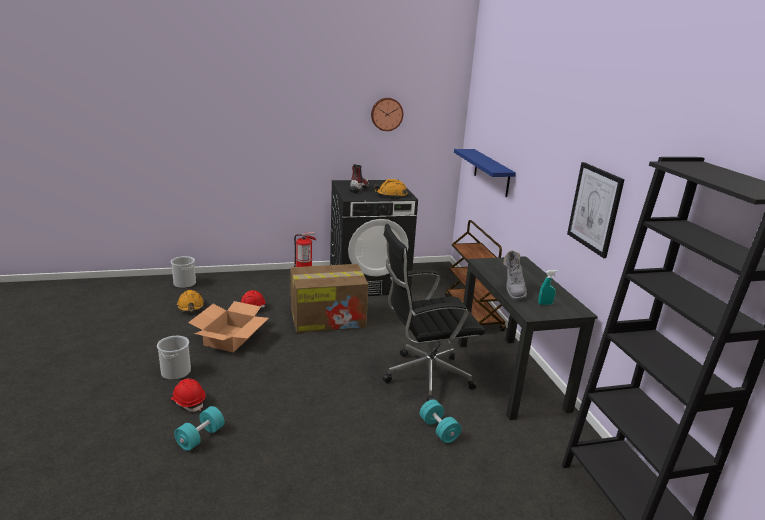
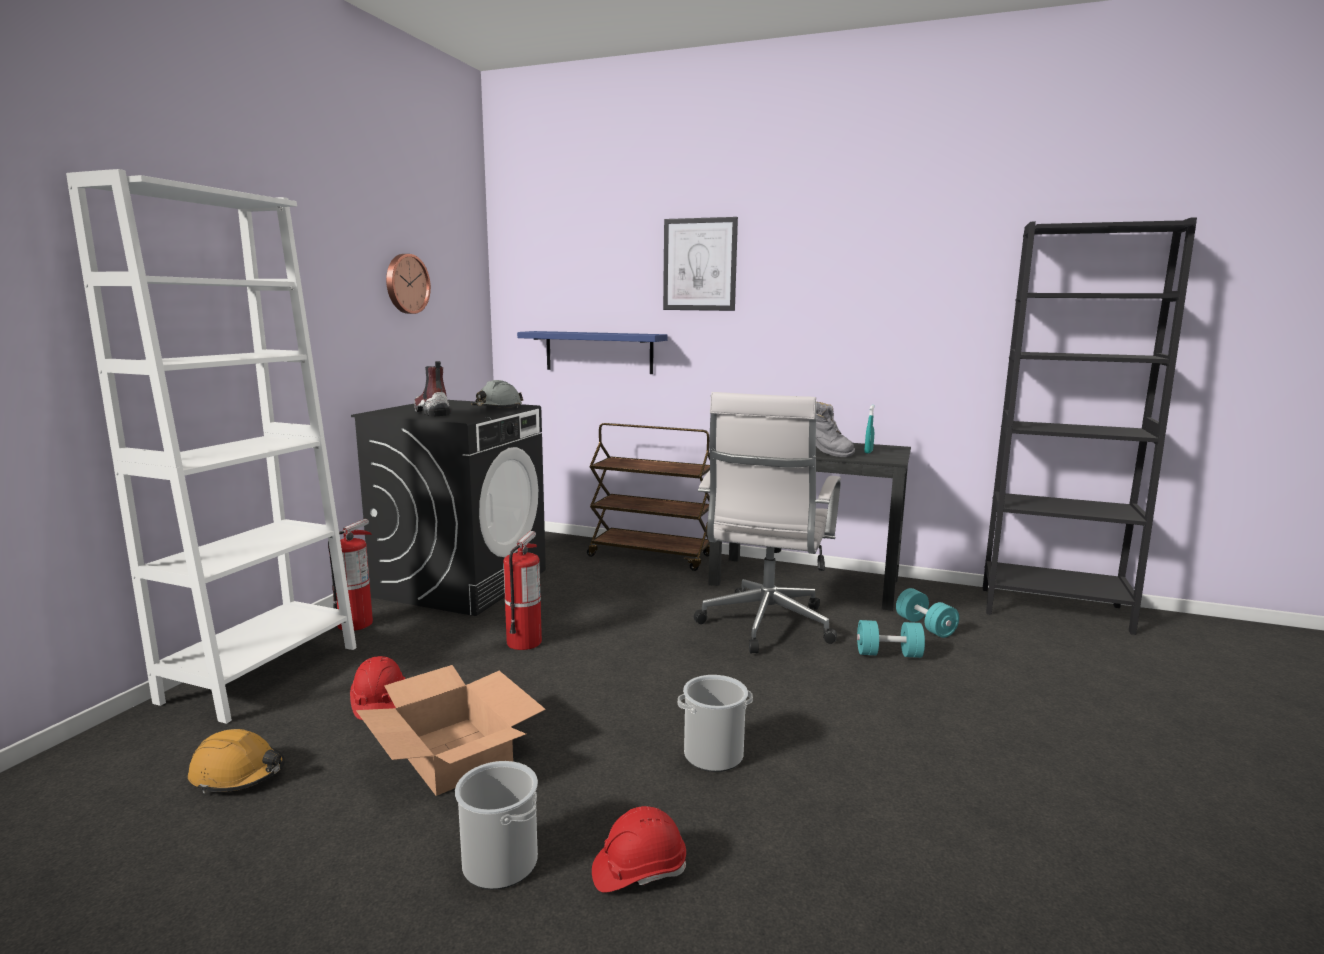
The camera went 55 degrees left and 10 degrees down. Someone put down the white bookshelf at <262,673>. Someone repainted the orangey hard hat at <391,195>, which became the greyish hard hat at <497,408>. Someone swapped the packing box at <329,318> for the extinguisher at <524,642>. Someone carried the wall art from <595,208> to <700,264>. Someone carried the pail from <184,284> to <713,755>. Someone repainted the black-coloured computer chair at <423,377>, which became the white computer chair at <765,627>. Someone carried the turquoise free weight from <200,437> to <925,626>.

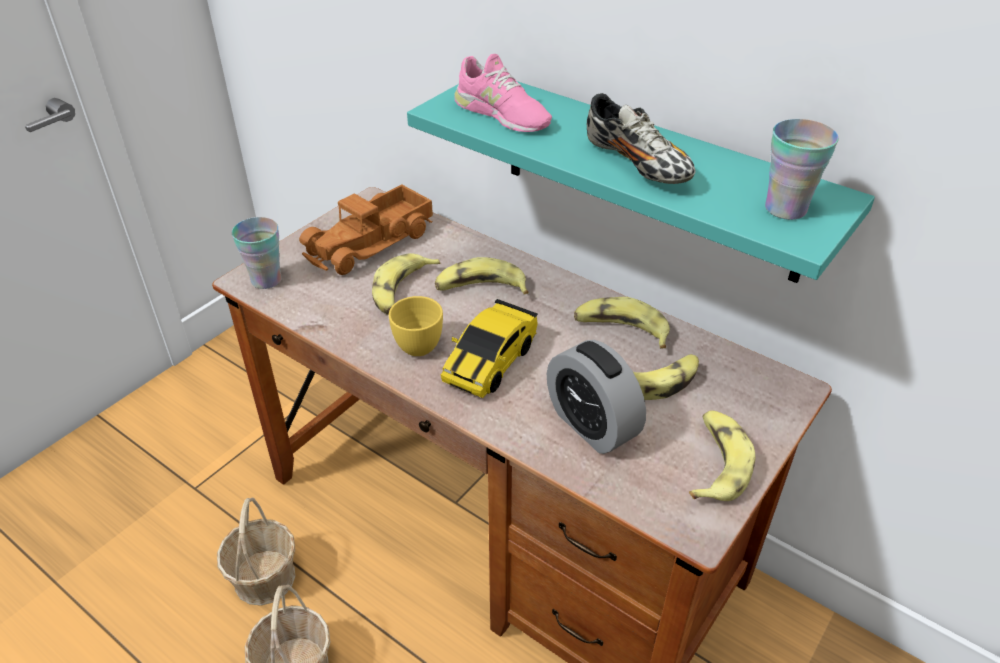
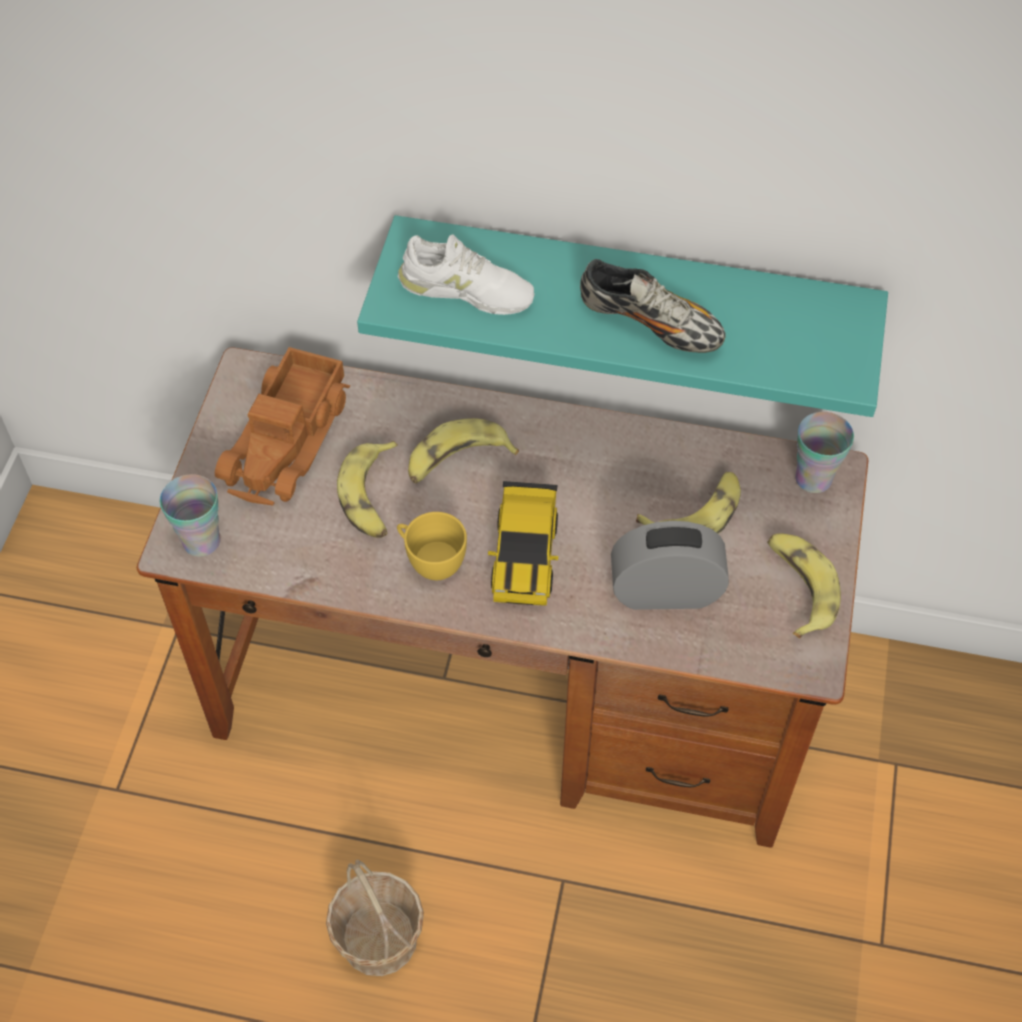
The camera went 25 degrees left and 15 degrees up. Someone repainted the pink-coloured item of footwear at <501,114>, which became the white item of footwear at <466,290>. Someone rotated the alarm clock at <591,425> by 150 degrees clockwise. Someone carried the cup from <785,209> to <813,478>. Someone took away the household basket at <265,578>. Someone took away the whole banana at <620,330>.

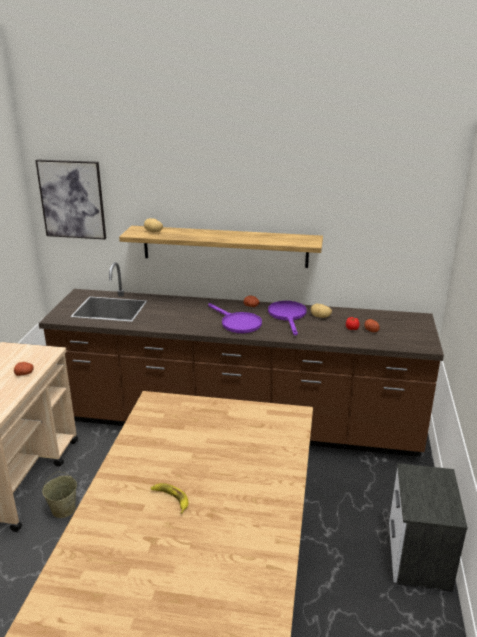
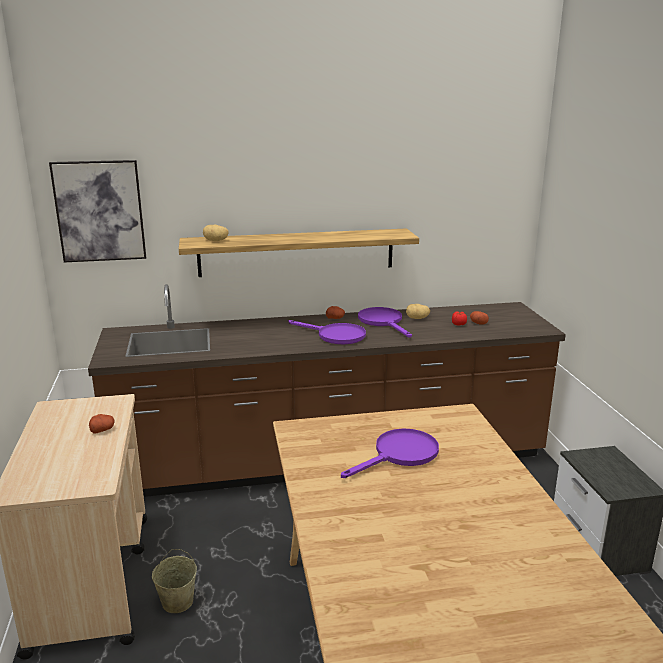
The camera went 20 degrees left and 5 degrees down. Someone put down the purple skillet at <400,455>. Someone took away the whole banana at <170,499>.

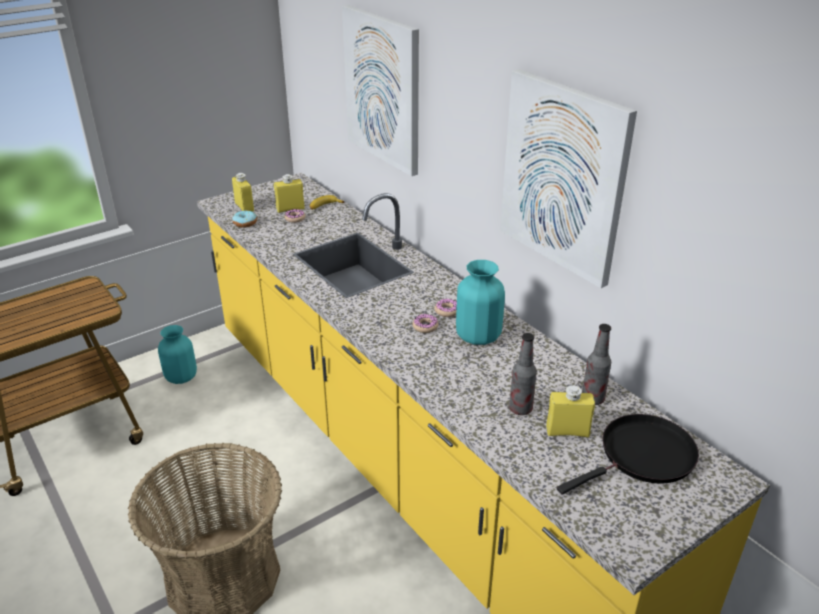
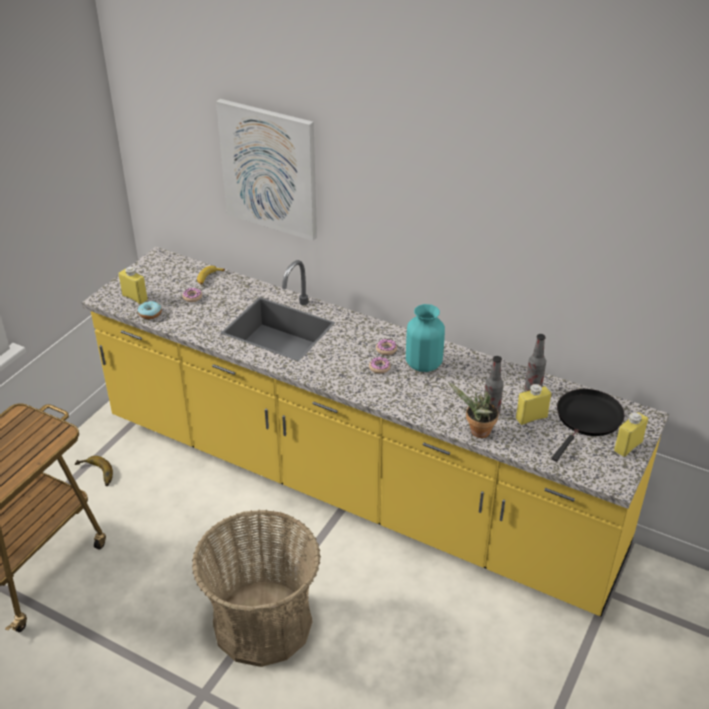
The camera went 25 degrees left and 5 degrees up. Someone swapped the turquoise decorative vase at <181,377> for the whole banana at <94,474>. Someone put down the houseplant at <477,432>. Someone carried the yellow-coloured beverage bottle from <290,209> to <628,446>. Someone took away the wall art at <563,176>.

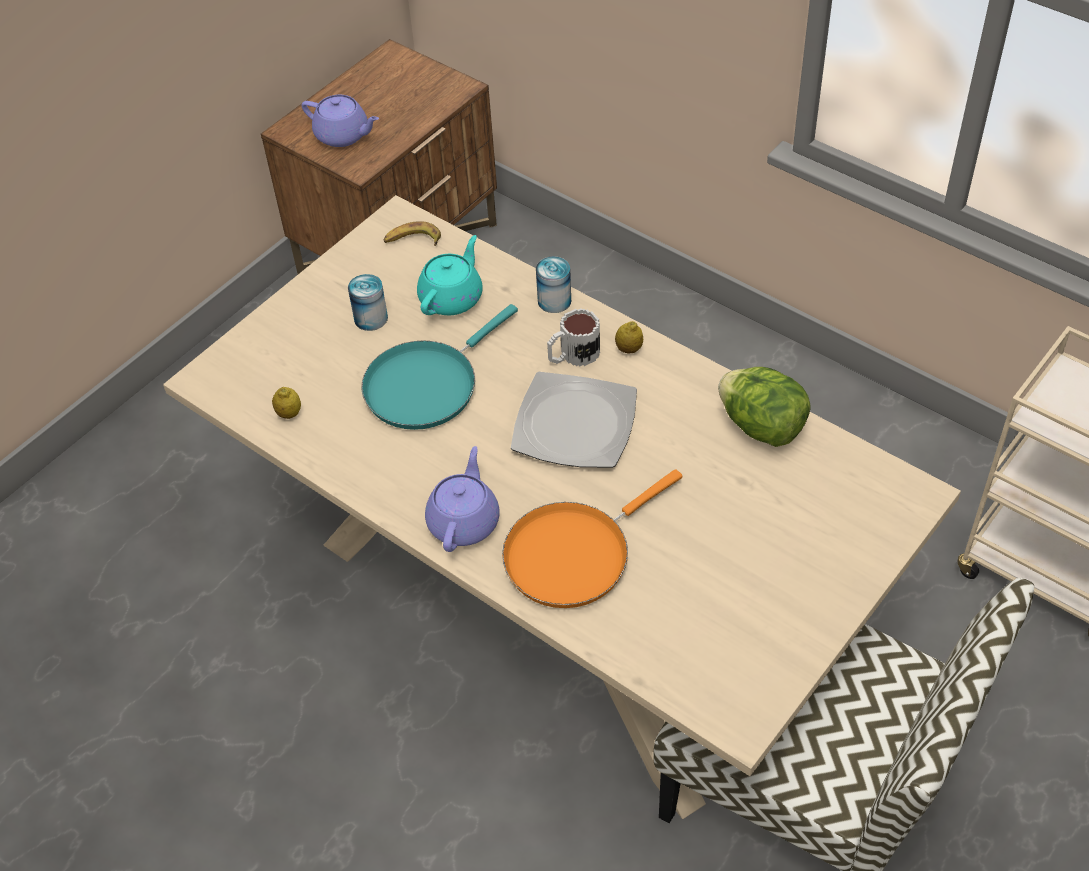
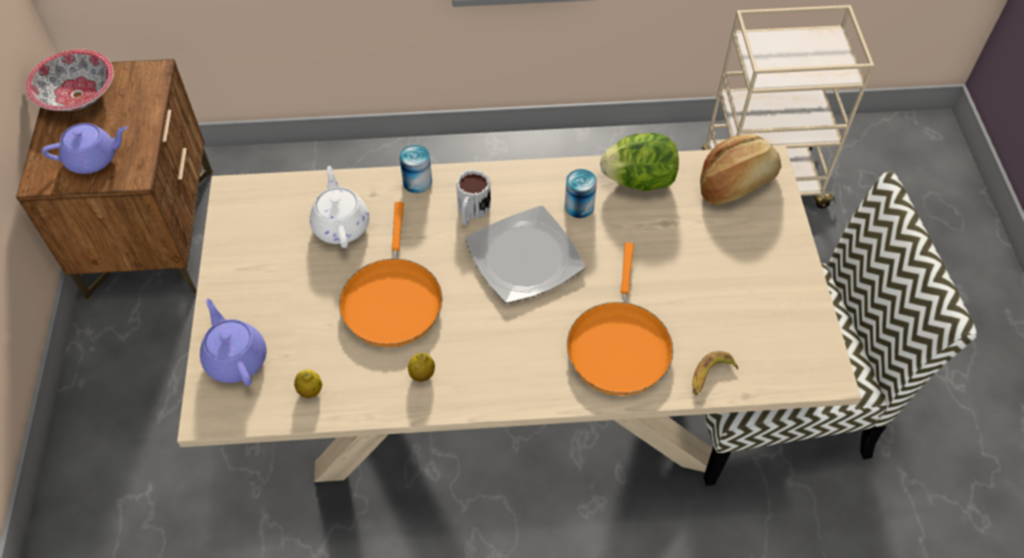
The camera went 45 degrees left and 5 degrees up. Someone put down the deep dish at <77,95>. Someone carried the purple teapot from <464,521> to <236,358>. Someone repainted the turquoise teapot at <452,297>, which became the white teapot at <341,225>. Someone repainted the turquoise skillet at <426,385>, which became the orangey skillet at <392,299>. Someone carried the citrus fruit from <629,349> to <422,375>. Someone carried the metal can from <371,318> to <579,206>. Someone carried the whole banana from <412,240> to <710,376>. Someone put down the bread at <736,183>.

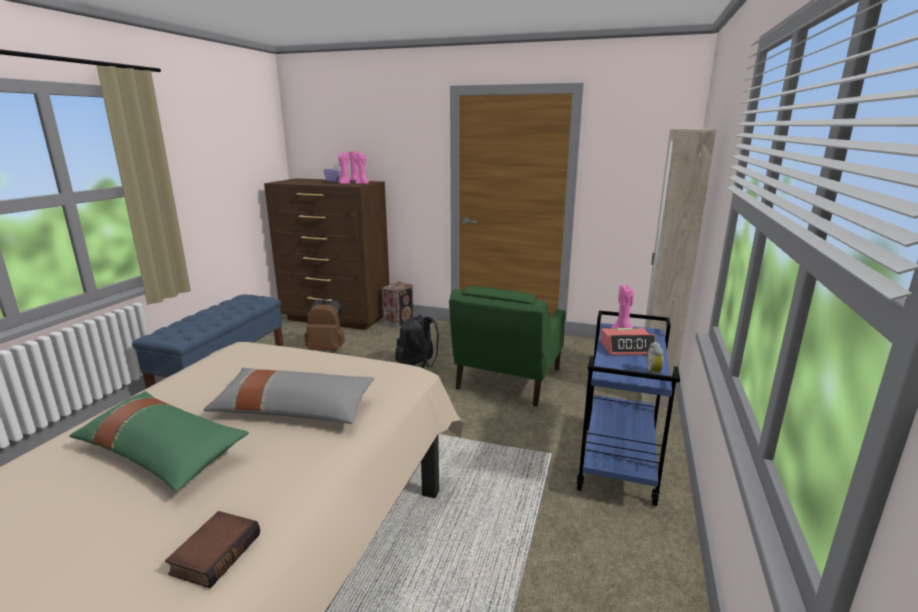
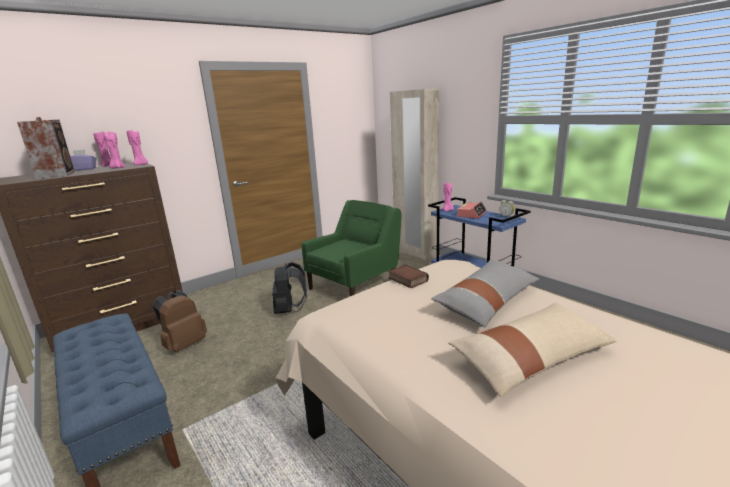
The camera went 55 degrees left and 0 degrees up. Someone carried the audio speaker from <399,323> to <57,175>. Someone rotated the greenish armchair at <508,380> by 105 degrees counterclockwise. Someone carried the book from <215,552> to <406,280>. Someone repainted the greenish cushion at <161,452>, which became the beige-coloured cushion at <531,358>.

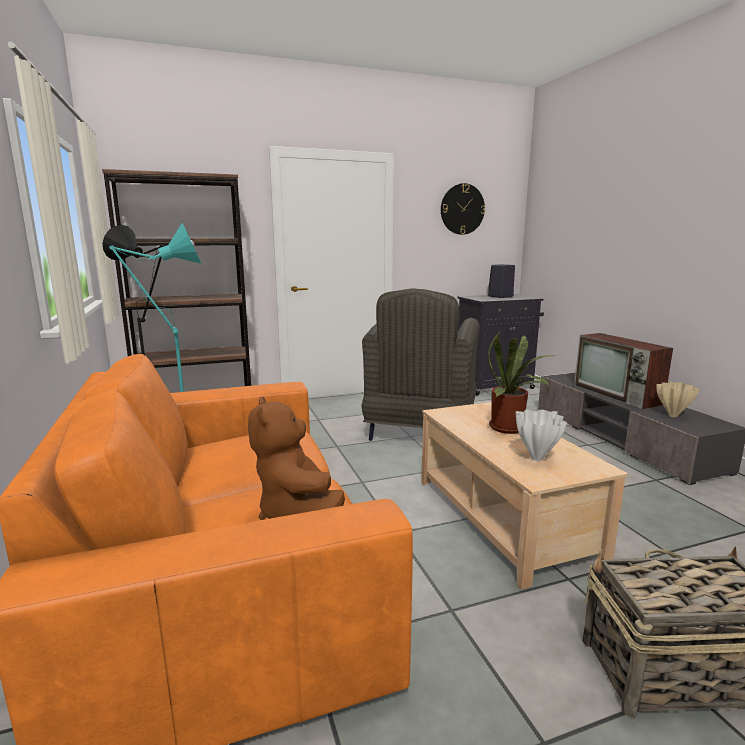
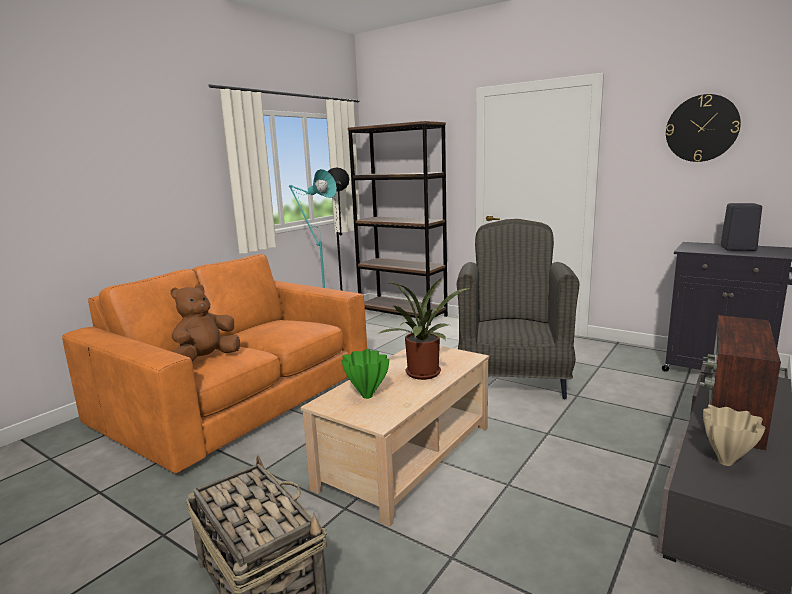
The camera went 55 degrees right and 0 degrees up. Someone repainted the white decorative vase at <536,459>, which became the greenish decorative vase at <366,396>. Someone rotated the greyish armchair at <420,432> by 120 degrees clockwise.

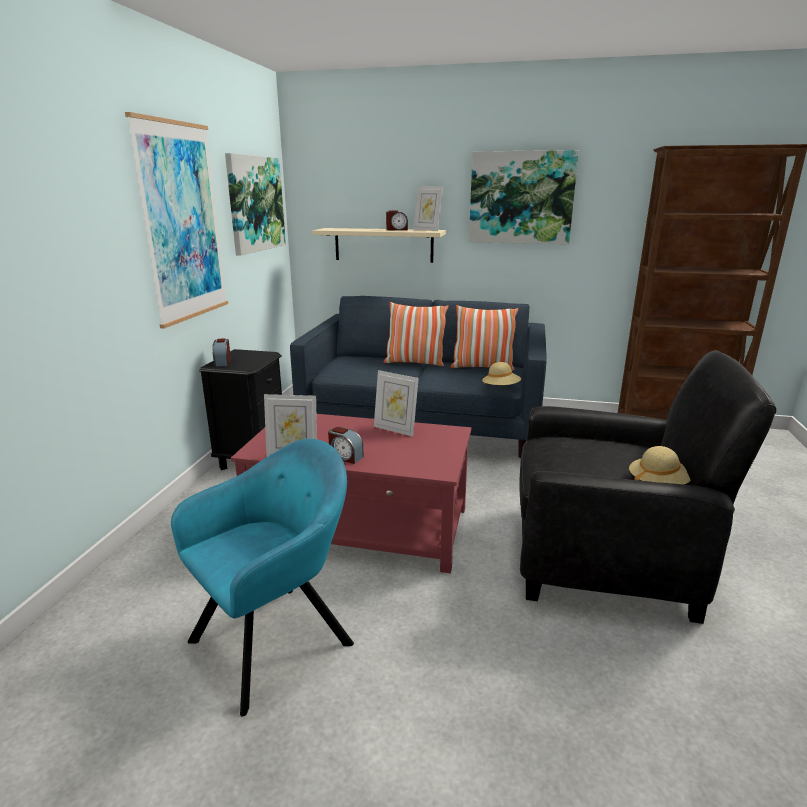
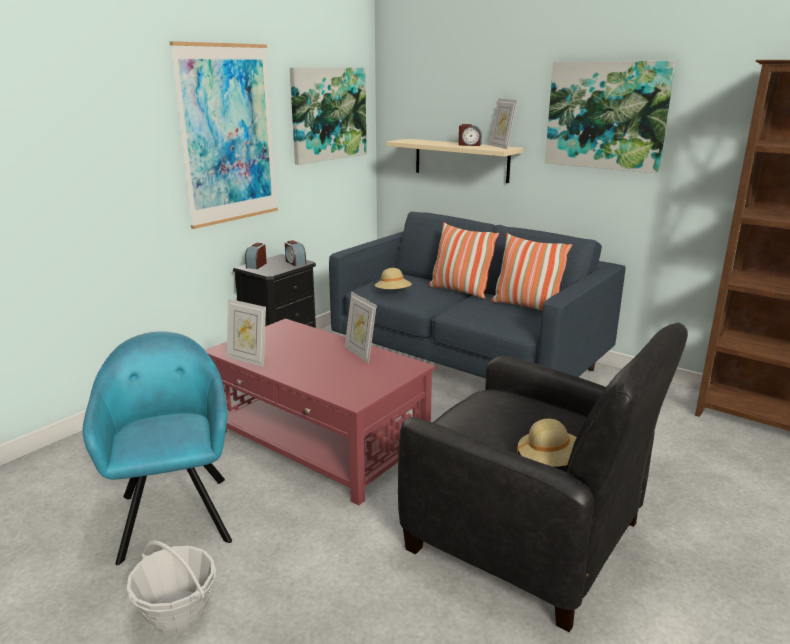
The camera went 25 degrees right and 0 degrees up. Someone rotated the turquoise armchair at <277,638> by 90 degrees counterclockwise. Someone put down the household basket at <177,611>. Someone carried the alarm clock from <345,457> to <295,262>. Someone carried the beige-coloured hat from <501,388> to <393,293>.

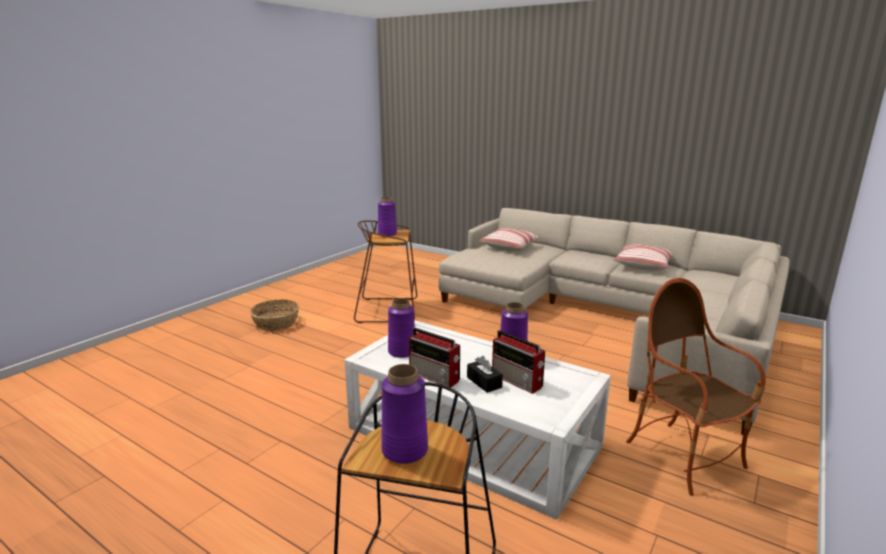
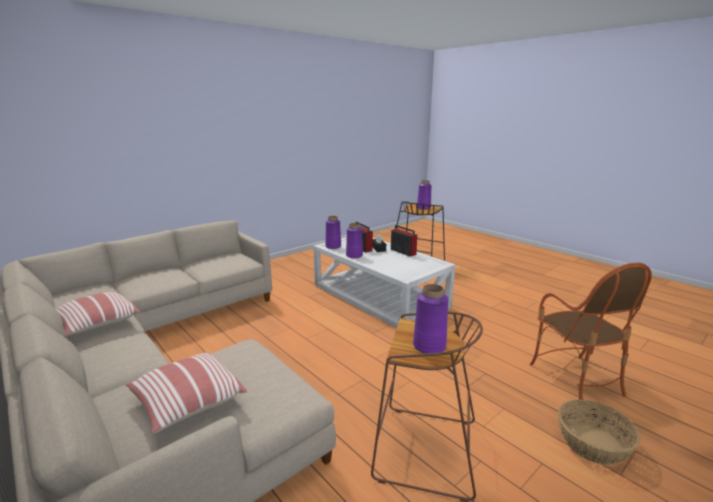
The camera went 165 degrees left and 0 degrees up. Someone carried the purple decorative vase from <402,352> to <333,246>. Someone carried the armchair from <684,457> to <575,378>.

